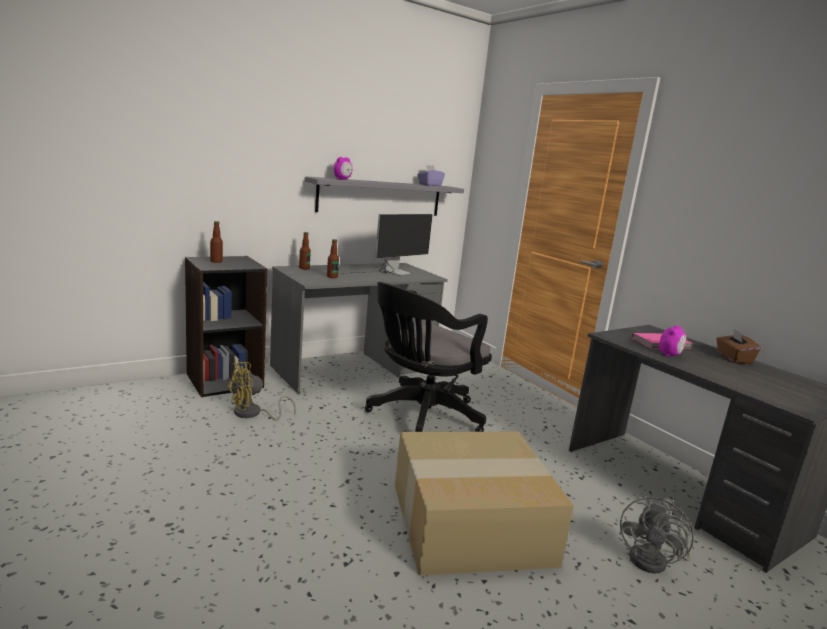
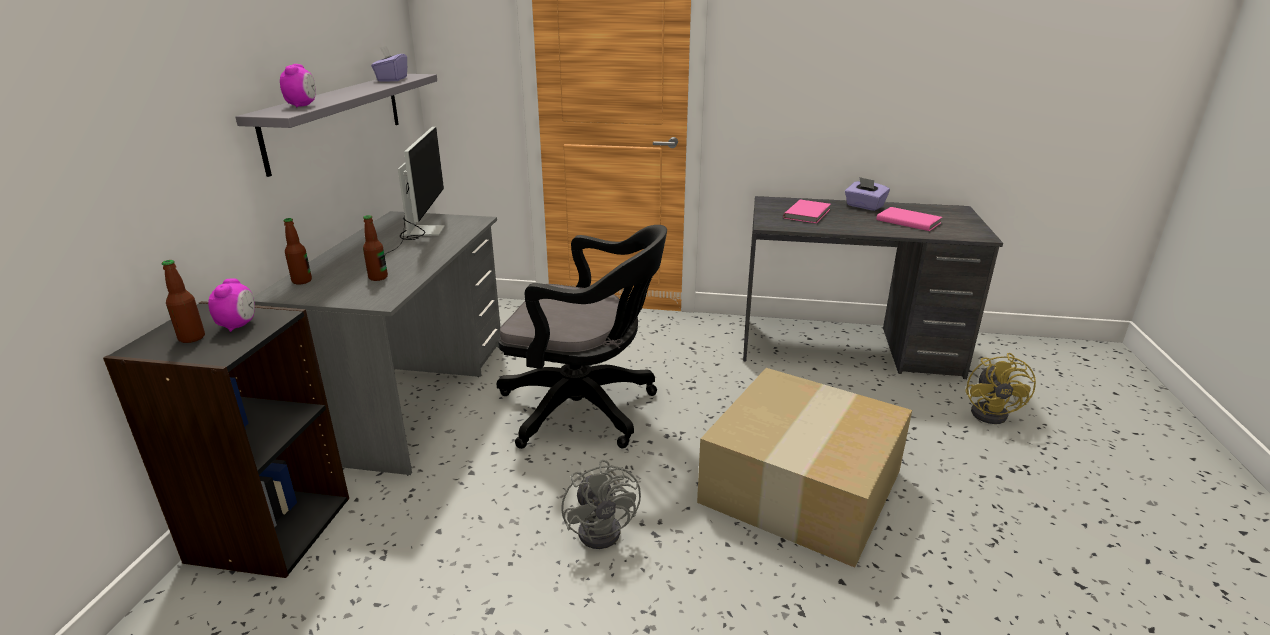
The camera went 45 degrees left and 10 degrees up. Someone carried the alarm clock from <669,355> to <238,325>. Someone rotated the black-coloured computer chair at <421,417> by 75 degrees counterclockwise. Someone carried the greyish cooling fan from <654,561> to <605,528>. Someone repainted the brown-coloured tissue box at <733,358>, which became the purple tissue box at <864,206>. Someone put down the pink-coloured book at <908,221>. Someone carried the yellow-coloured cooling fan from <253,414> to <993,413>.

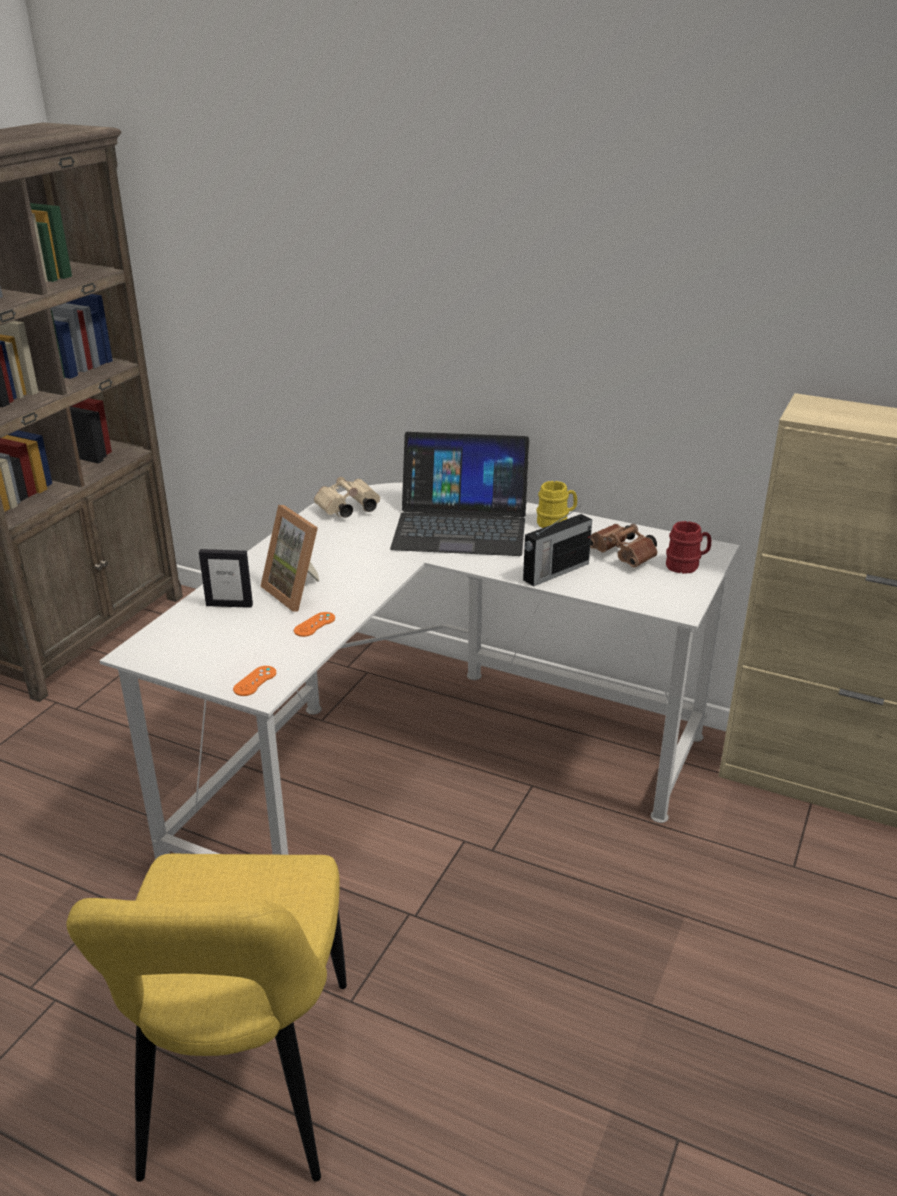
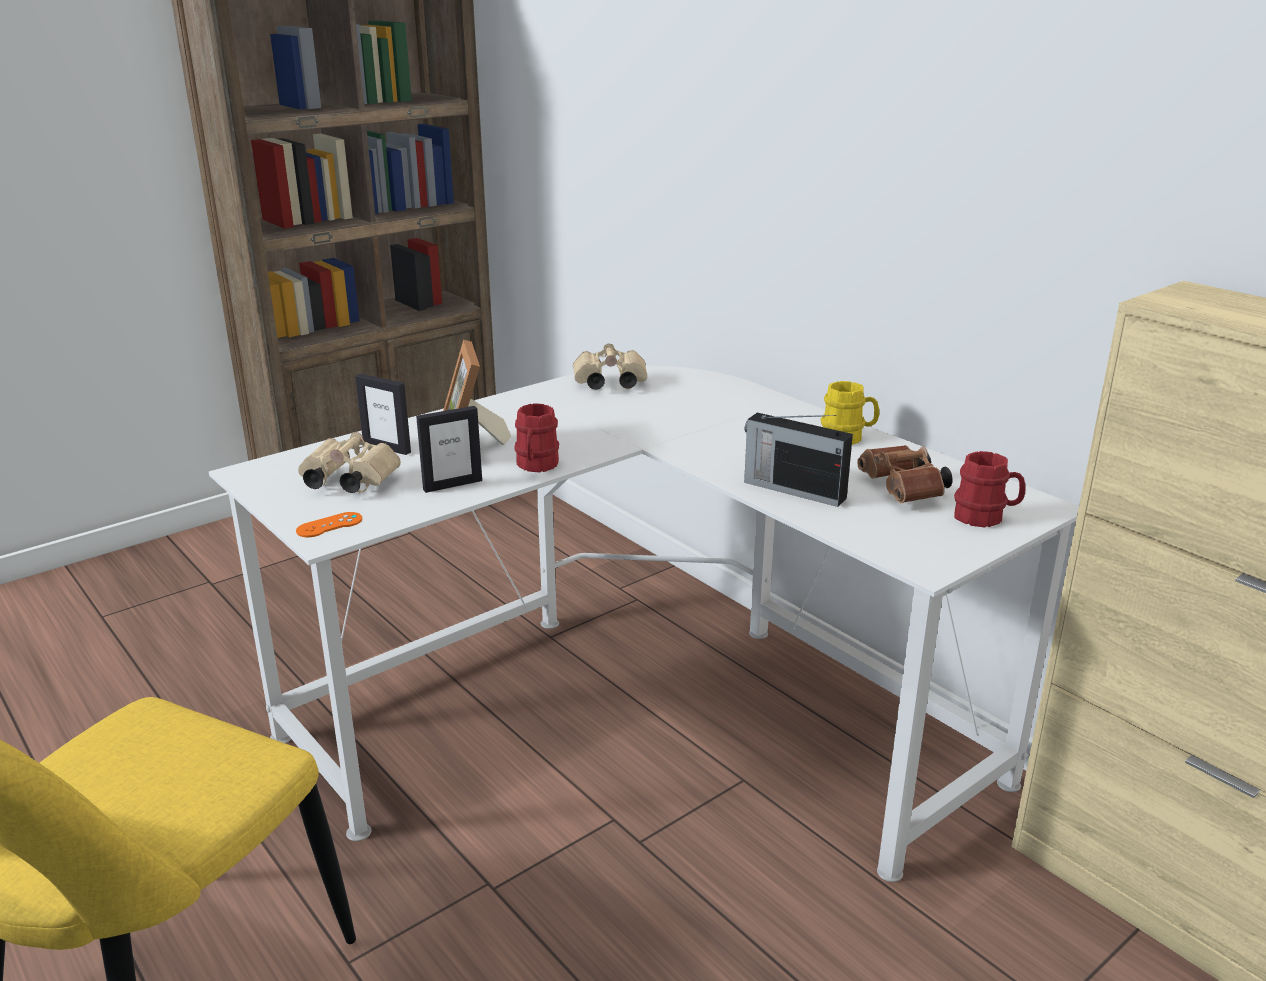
The camera went 25 degrees right and 5 degrees down. Someone put down the beige-coloured binoculars at <346,482>. Someone swapped the orangey game controller at <314,624> for the picture frame at <452,485>. Someone put down the reddish tea mug at <536,466>. Someone rotated the radio receiver at <554,572> by 45 degrees clockwise. Someone took away the portable computer at <461,525>.

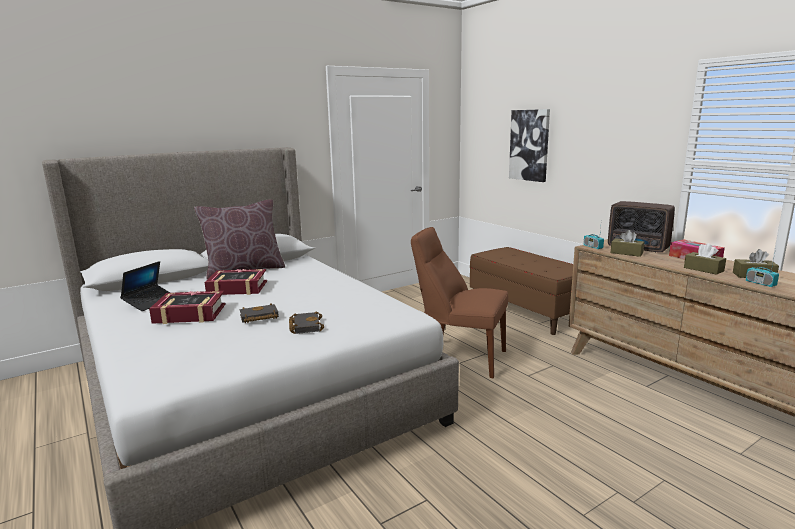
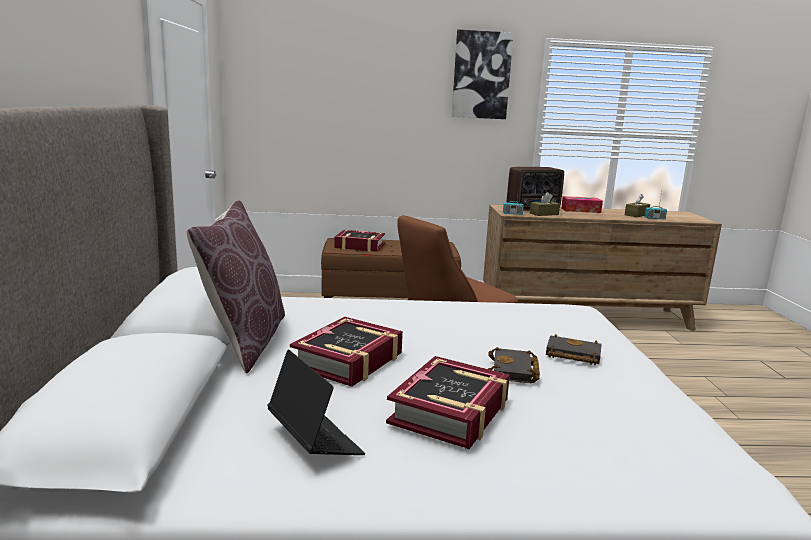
The camera went 60 degrees left and 0 degrees up. Someone put down the book at <359,246>. Someone carried the wall art from <529,145> to <481,75>. Someone took away the brown-coloured tissue box at <703,269>.

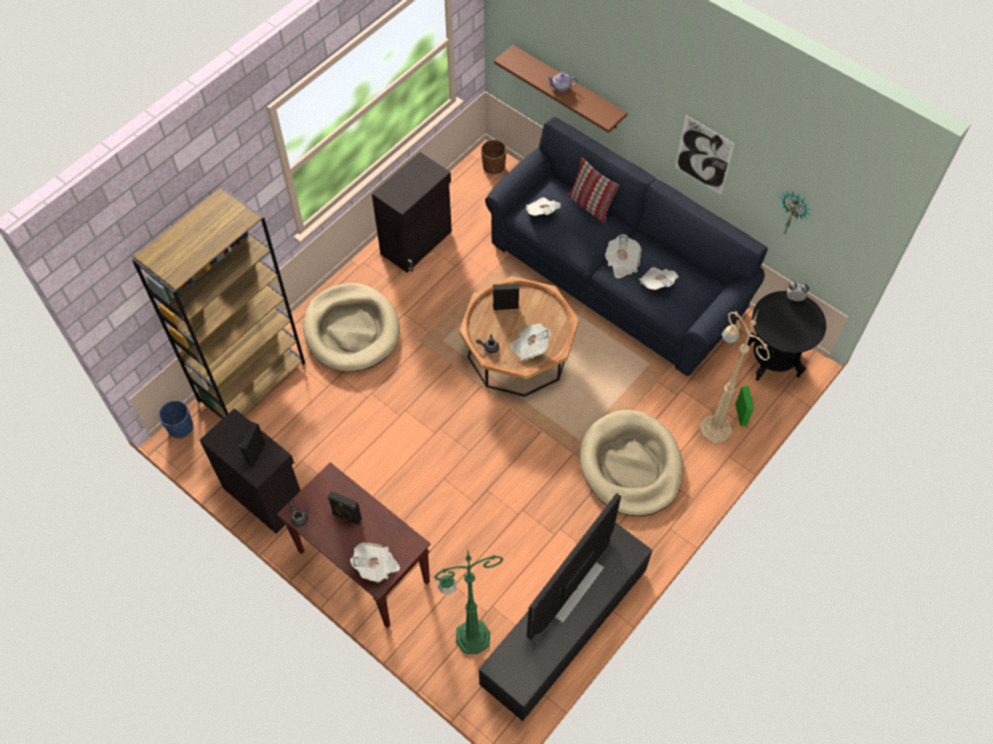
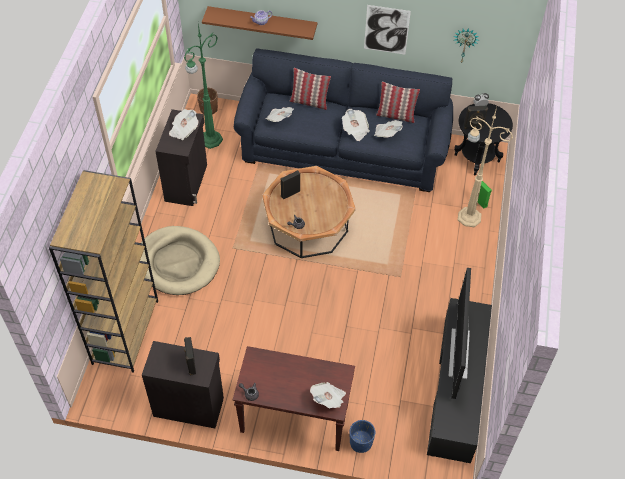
The camera went 30 degrees left and 5 degrees down. Someone carried the printed paper from <529,347> to <184,130>. Someone carried the greenish floor lamp from <470,637> to <209,140>. Someone carried the blue planter from <180,427> to <360,442>. Someone put down the cushion at <395,115>. Someone carried the black-coloured audio speaker from <346,517> to <473,127>. Someone took away the beige-coloured pet bed at <631,465>.

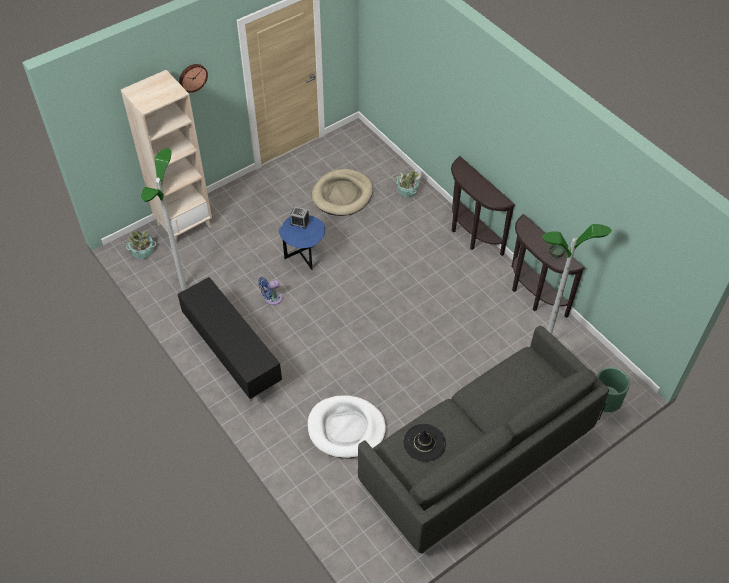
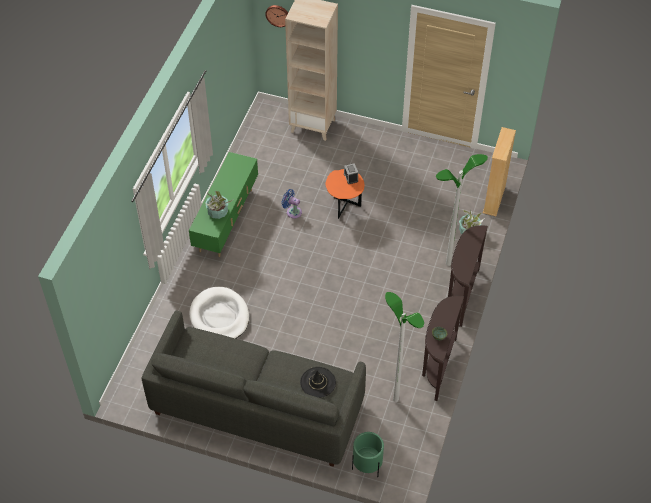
The camera went 55 degrees right and 0 degrees up. Someone repainted the black-coloured tv unit at <233,356>, which became the greenish tv unit at <227,220>. Someone carried the houseplant from <143,251> to <217,212>. Someone carried the hanging clock from <192,77> to <278,15>. Someone carried the black-coloured hat from <424,443> to <318,382>. Someone repainted the blue side table at <304,259>, which became the orangey side table at <344,208>. Someone carried the floor lamp from <183,287> to <448,263>. Someone put down the beige-coloured bookshelf at <494,199>. Someone took away the beige-coloured pet bed at <342,195>.

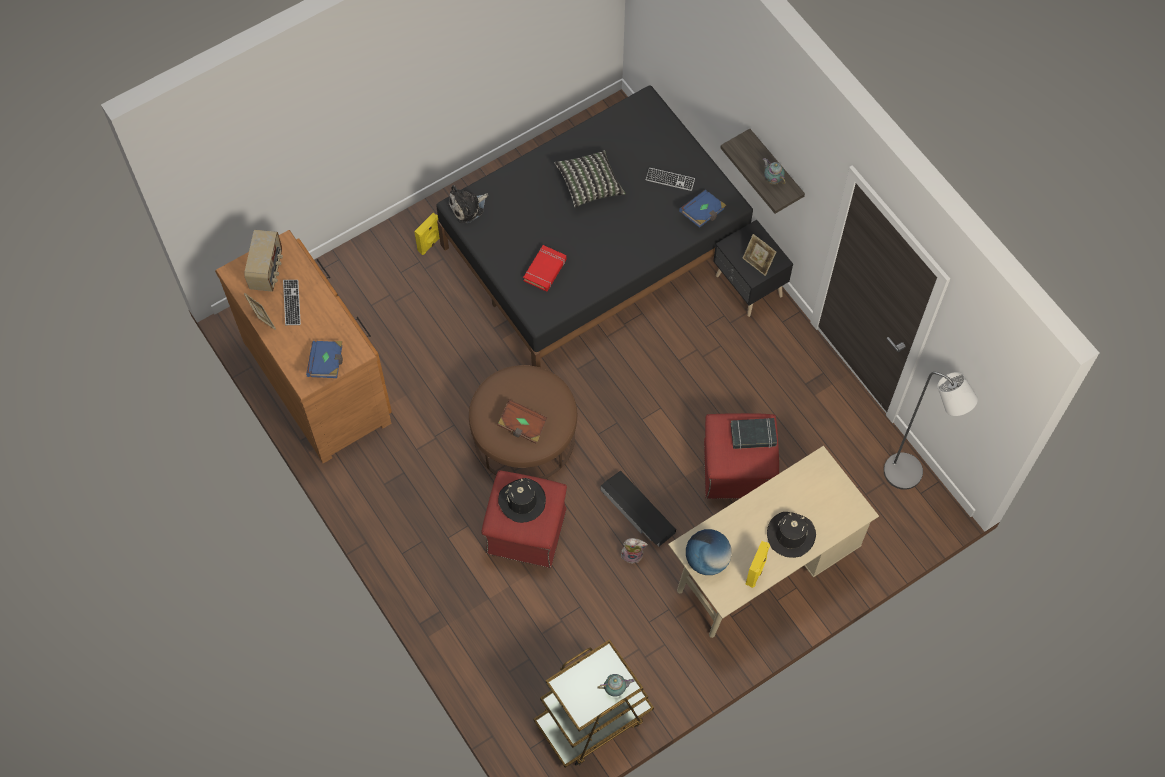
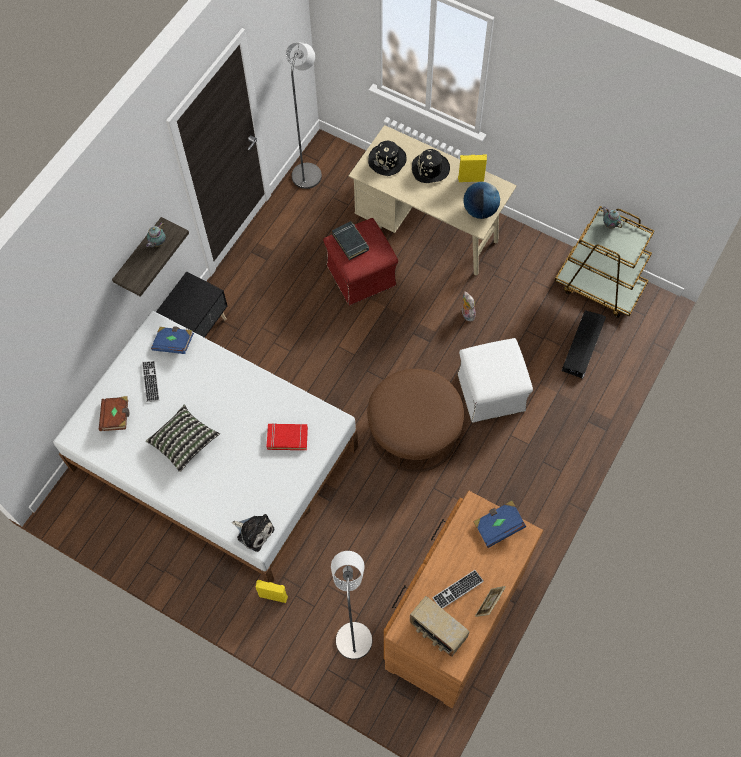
The camera went 115 degrees left and 0 degrees up. Someone repainted the black-coloured sleeping bed at <594,248>, which became the white sleeping bed at <215,457>. Someone carried the brown-coloured book from <522,426> to <116,417>. Someone put down the greyish floor lamp at <353,633>. Someone carried the black-coloured hat from <522,501> to <387,160>. Someone rotated the radio receiver at <267,270> by 120 degrees counterclockwise. Someone repainted the reddish pouffe at <525,531>, which became the white pouffe at <491,393>. Someone carried the black-coloured storage bin from <637,512> to <583,346>. Someone took away the picture frame at <757,263>.

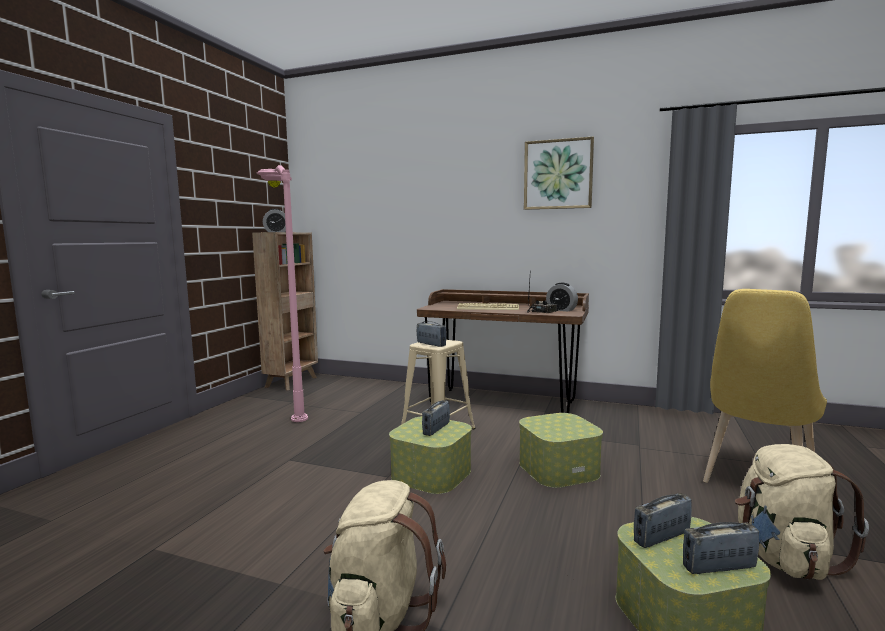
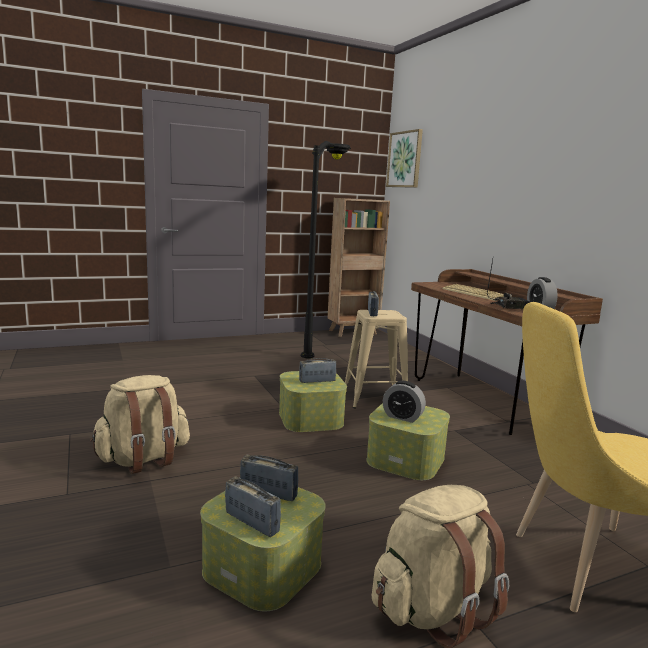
The camera went 45 degrees right and 5 degrees up. Someone repainted the pink-coloured floor lamp at <290,404>, which became the black-coloured floor lamp at <321,345>. Someone carried the alarm clock from <276,232> to <402,417>. Someone carried the wall art from <558,174> to <405,159>.

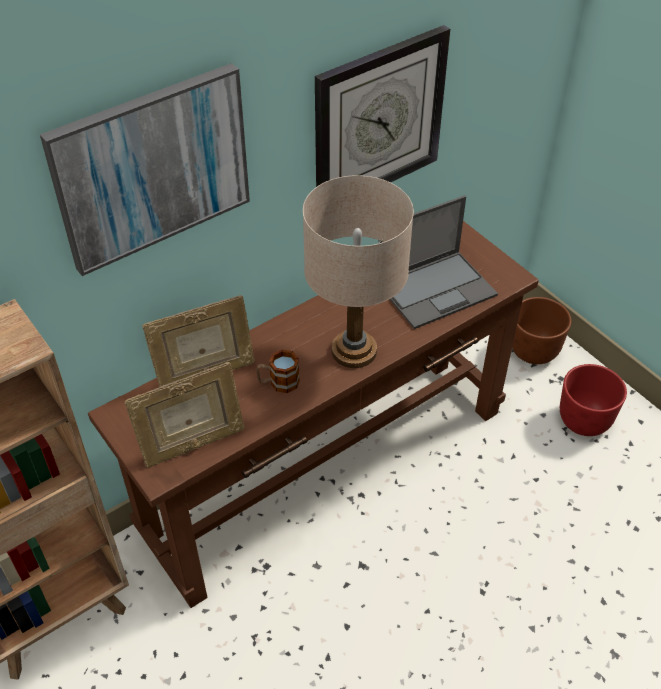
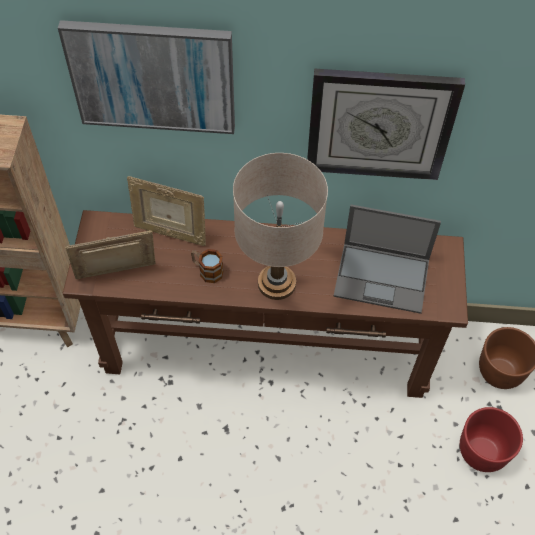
The camera went 40 degrees right and 10 degrees up. Someone rotated the picture frame at <192,445> by 150 degrees clockwise.

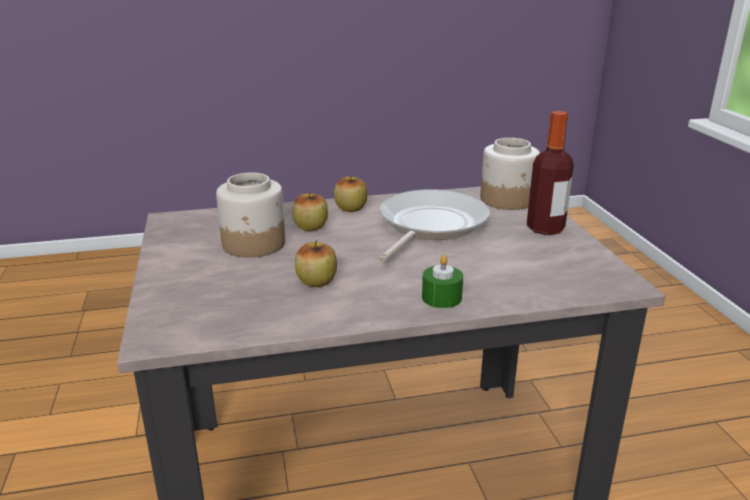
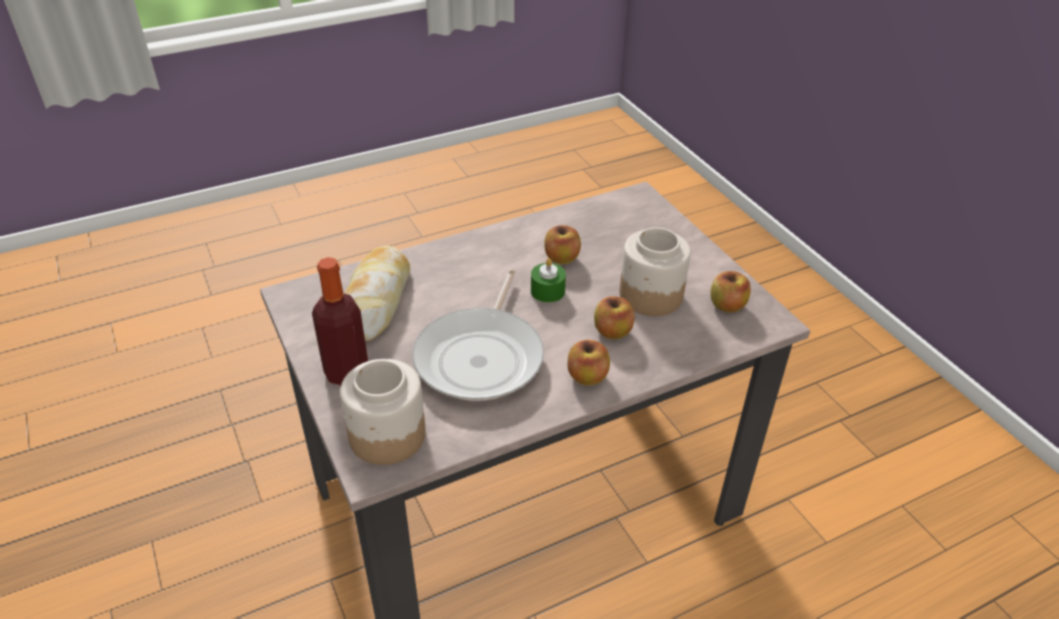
The camera went 165 degrees right and 15 degrees up. Someone put down the bread at <376,301>. Someone carried the greenish wax light from <441,297> to <547,291>. Someone put down the whole apple at <727,305>.

